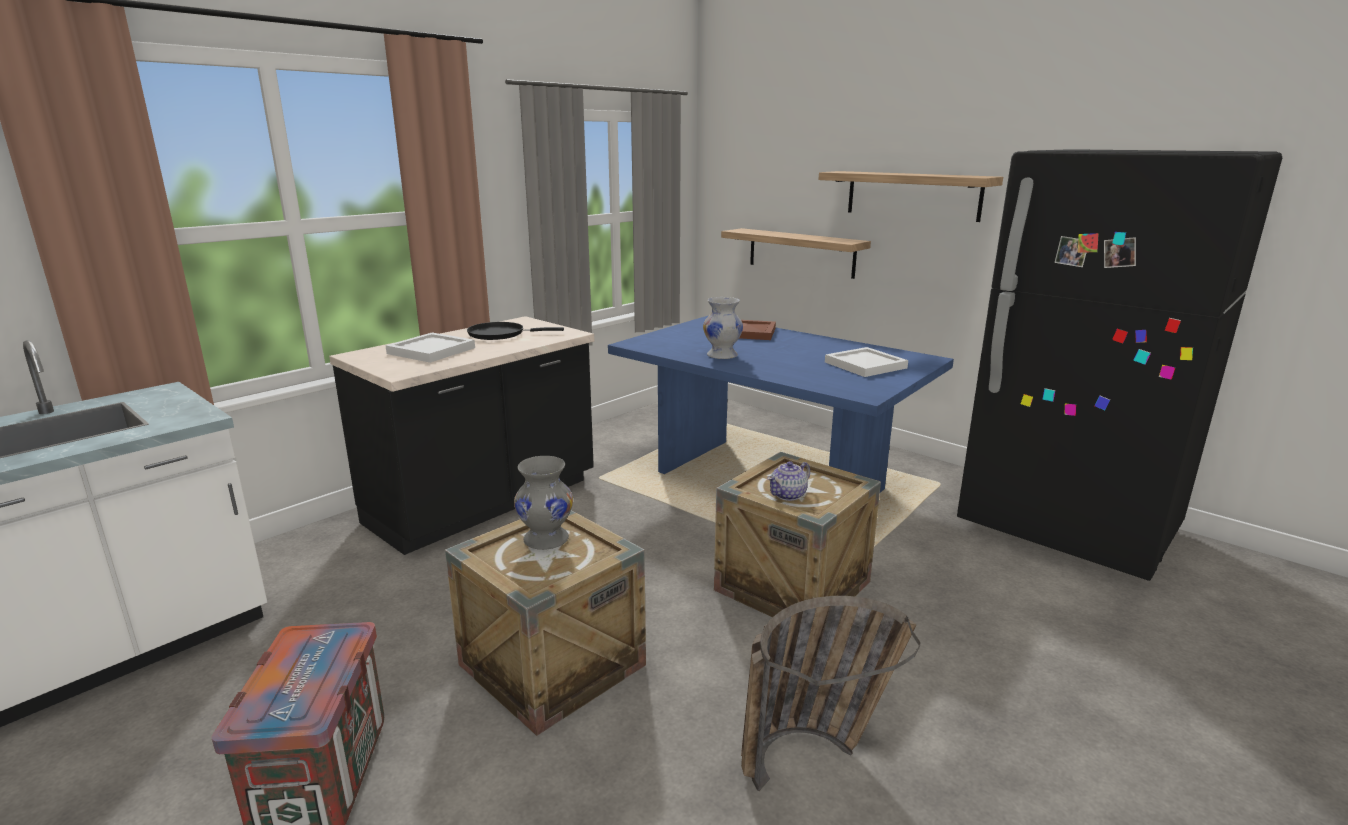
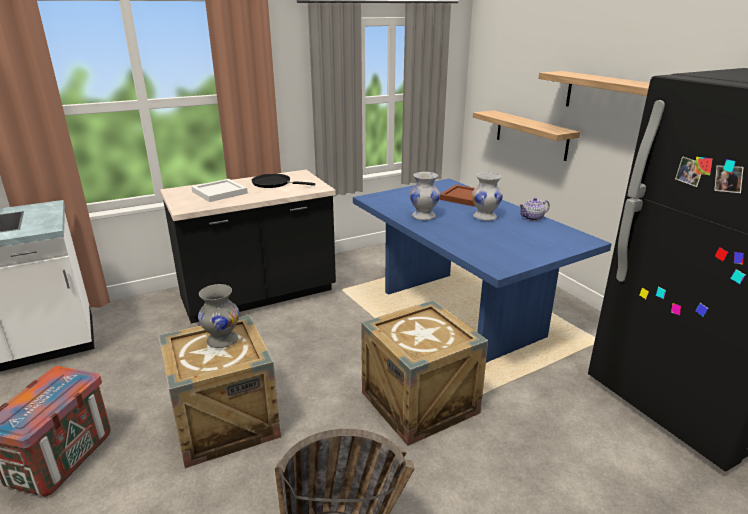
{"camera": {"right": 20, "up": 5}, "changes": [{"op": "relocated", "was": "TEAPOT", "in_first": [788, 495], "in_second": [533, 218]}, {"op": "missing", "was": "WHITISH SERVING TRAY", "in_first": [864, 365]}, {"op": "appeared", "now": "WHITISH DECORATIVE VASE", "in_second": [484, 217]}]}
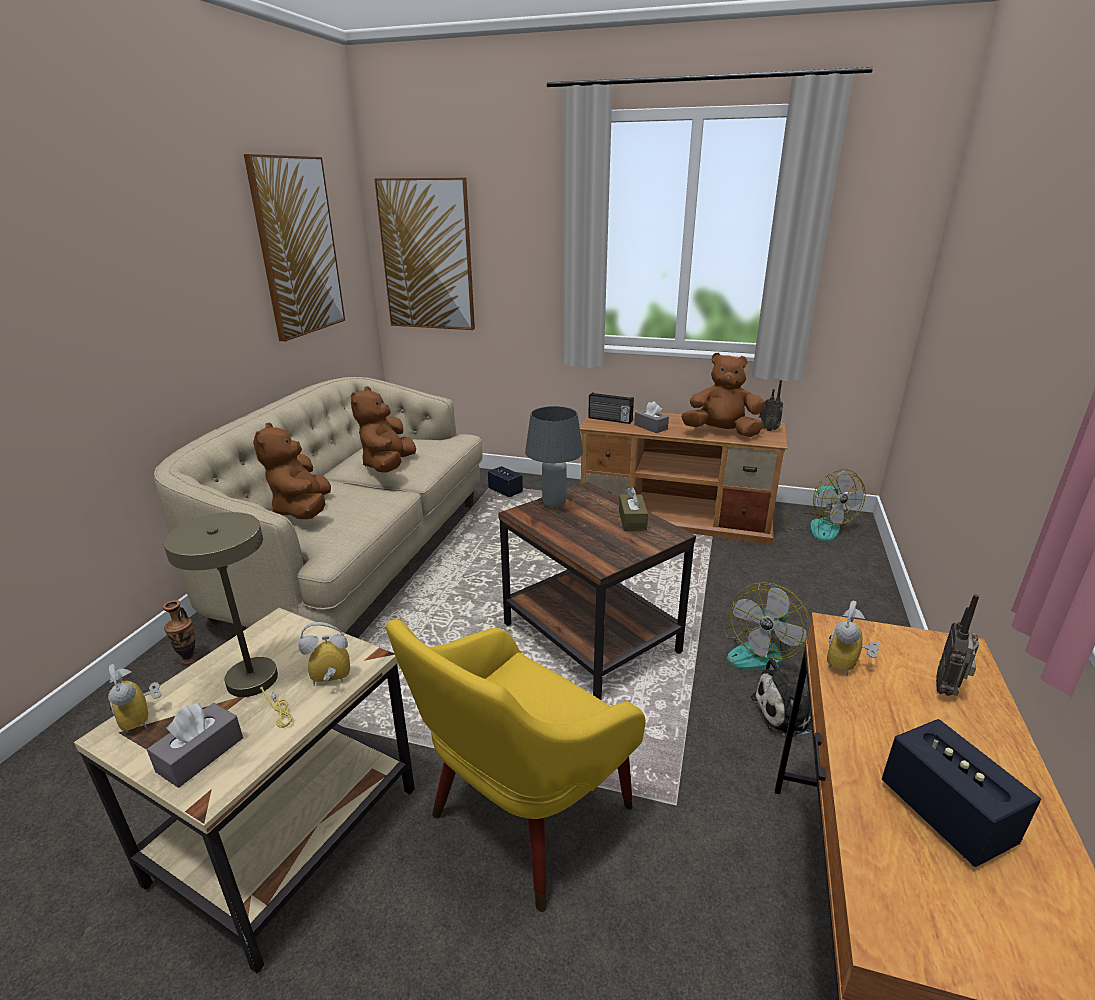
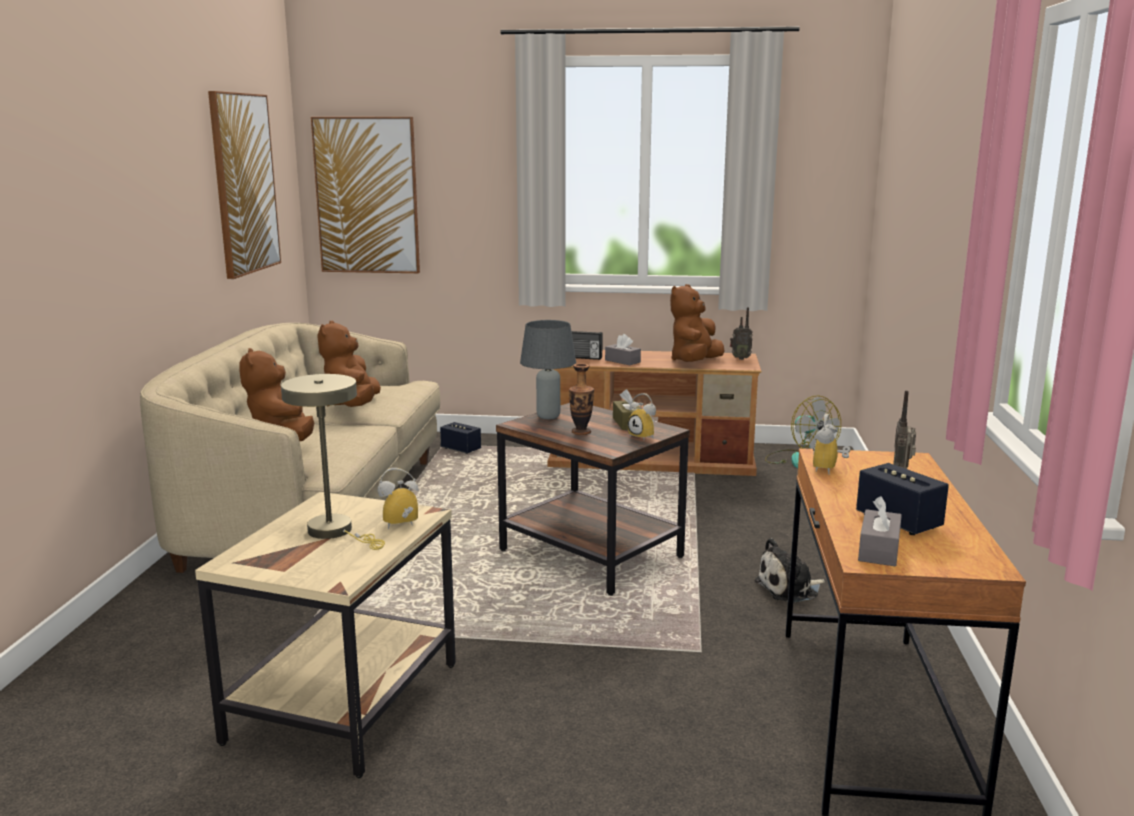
{"camera": {"right": -10, "up": -10}, "changes": [{"op": "relocated", "was": "ALARM CLOCK", "in_first": [143, 719], "in_second": [644, 437]}, {"op": "relocated", "was": "GREYISH TISSUE HOLDER", "in_first": [200, 754], "in_second": [878, 550]}, {"op": "relocated", "was": "DECORATIVE VASE", "in_first": [189, 659], "in_second": [581, 432]}, {"op": "missing", "was": "YELLOW-COLOURED EASY CHAIR", "in_first": [522, 820]}, {"op": "spun", "was": "BROWN-COLOURED SOFT TOY", "in_first": [721, 432], "in_second": [694, 362], "clockwise": -60}, {"op": "missing", "was": "ELECTRIC FAN", "in_first": [759, 651]}]}
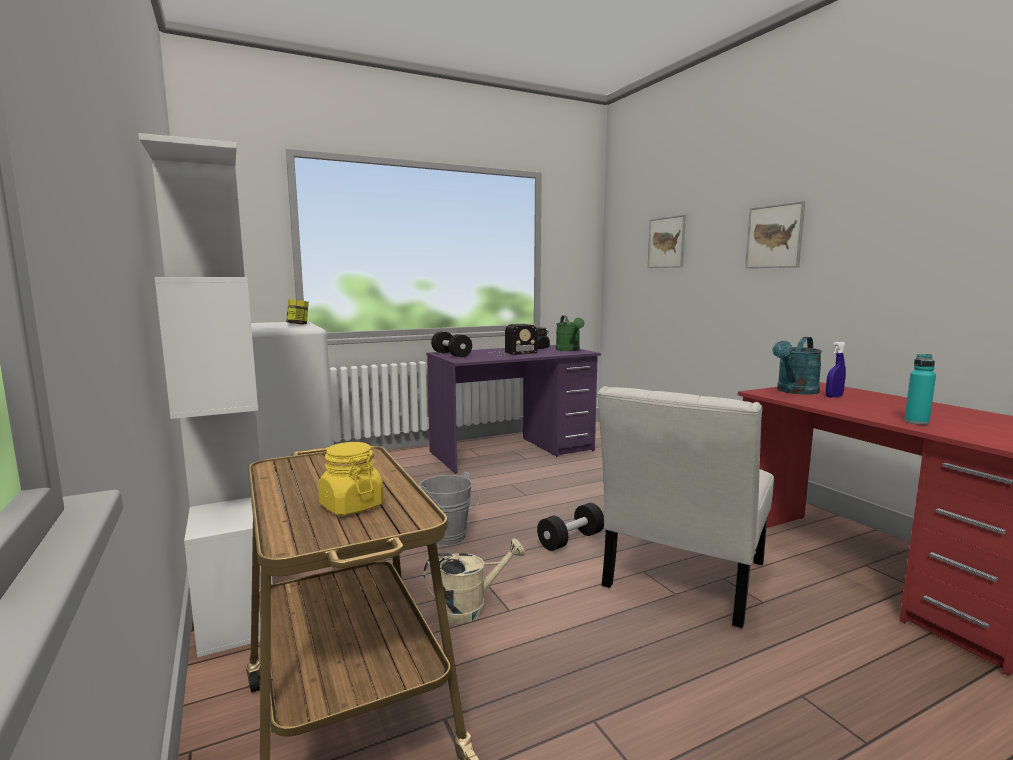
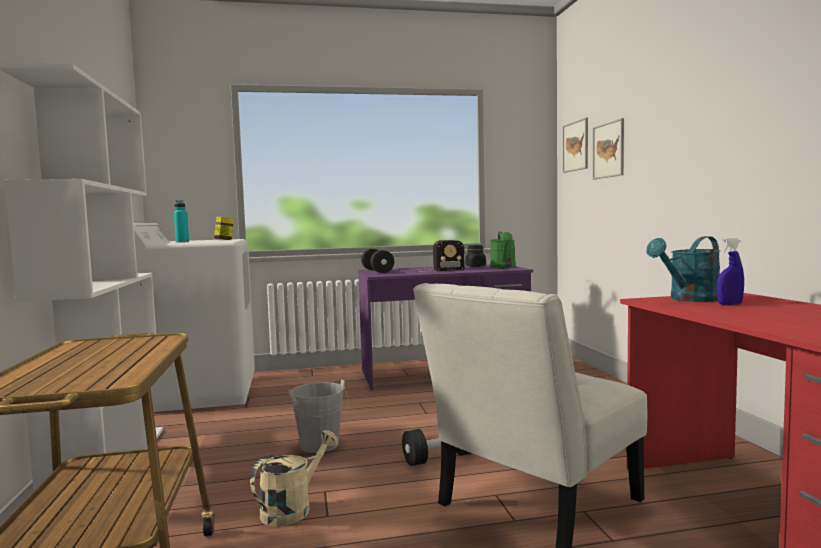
{"camera": {"right": 15, "up": -5}, "changes": [{"op": "missing", "was": "YELLOW-COLOURED JAR", "in_first": [351, 506]}, {"op": "spun", "was": "SAND-COLOURED WATERING CAN", "in_first": [470, 607], "in_second": [293, 508], "clockwise": -45}, {"op": "relocated", "was": "WALL ART", "in_first": [774, 236], "in_second": [575, 146]}, {"op": "relocated", "was": "TURQUOISE BOTTLE", "in_first": [916, 422], "in_second": [182, 242]}]}
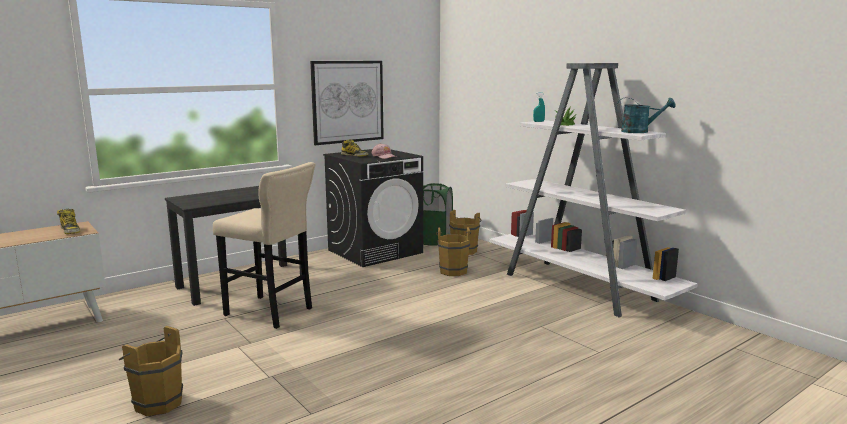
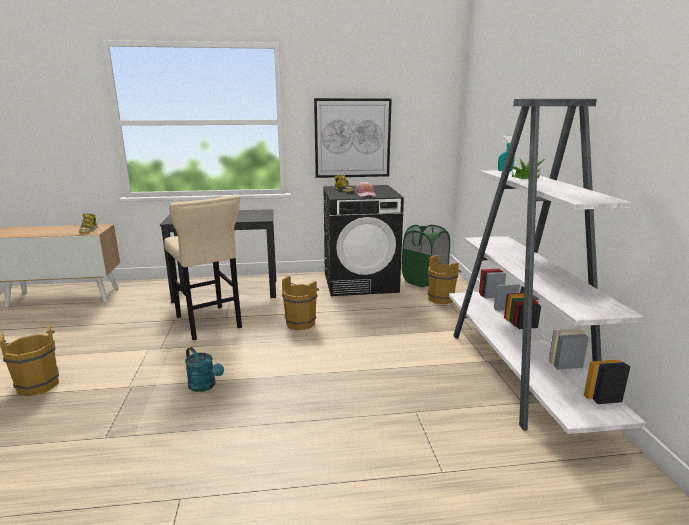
{"camera": {"right": 30, "up": 5}, "changes": [{"op": "relocated", "was": "BROWN-COLOURED PAIL", "in_first": [453, 270], "in_second": [302, 322]}, {"op": "relocated", "was": "TURQUOISE WATERING CAN", "in_first": [640, 132], "in_second": [205, 386]}]}
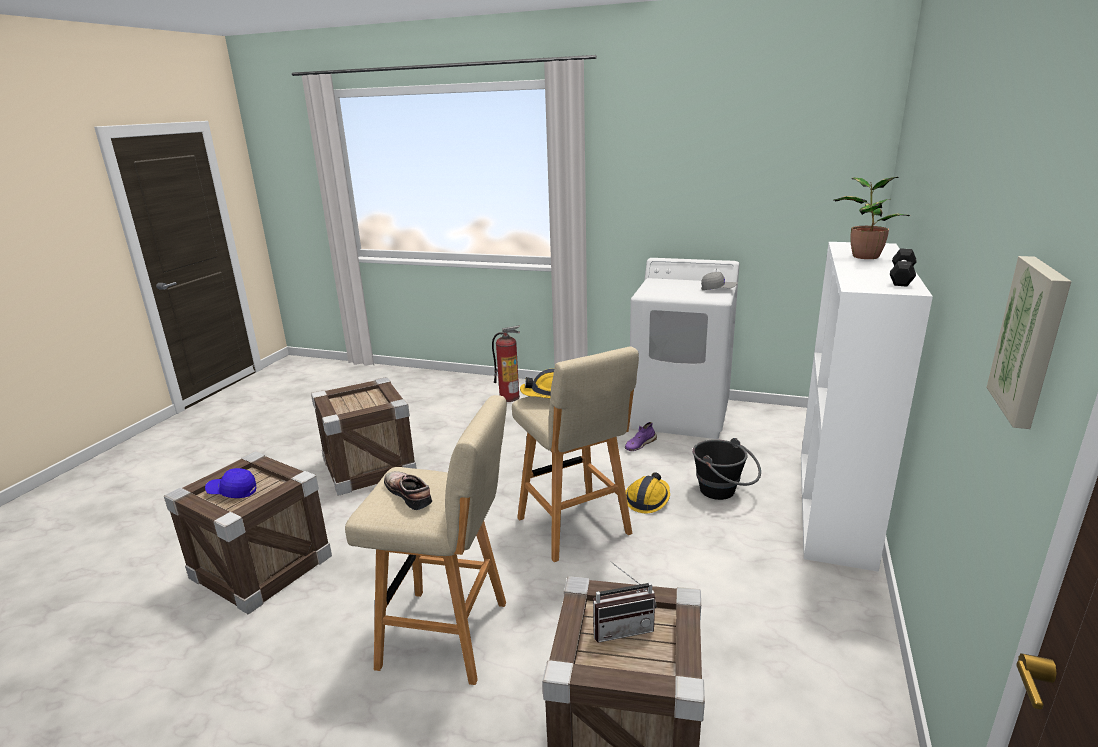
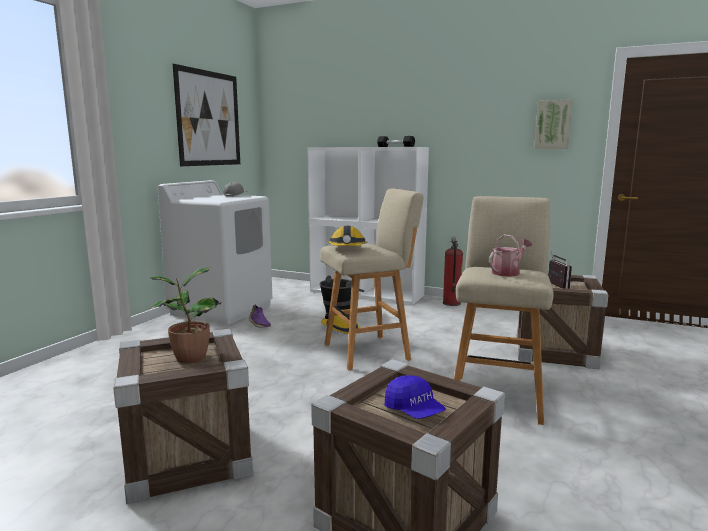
{"camera": {"right": -85, "up": -10}, "changes": [{"op": "spun", "was": "BLUE-COLOURED BASEBALL CAP", "in_first": [232, 492], "in_second": [414, 411], "clockwise": -45}, {"op": "exchanged", "was": "ITEM OF FOOTWEAR", "now": "WATERING CAN", "in_first": [410, 494], "in_second": [508, 272]}, {"op": "relocated", "was": "FIRE-FIGHTING CYLINDER", "in_first": [509, 397], "in_second": [451, 303]}, {"op": "relocated", "was": "POTTED PLANT", "in_first": [863, 256], "in_second": [188, 358]}, {"op": "appeared", "now": "WALL ART", "in_second": [209, 118]}]}
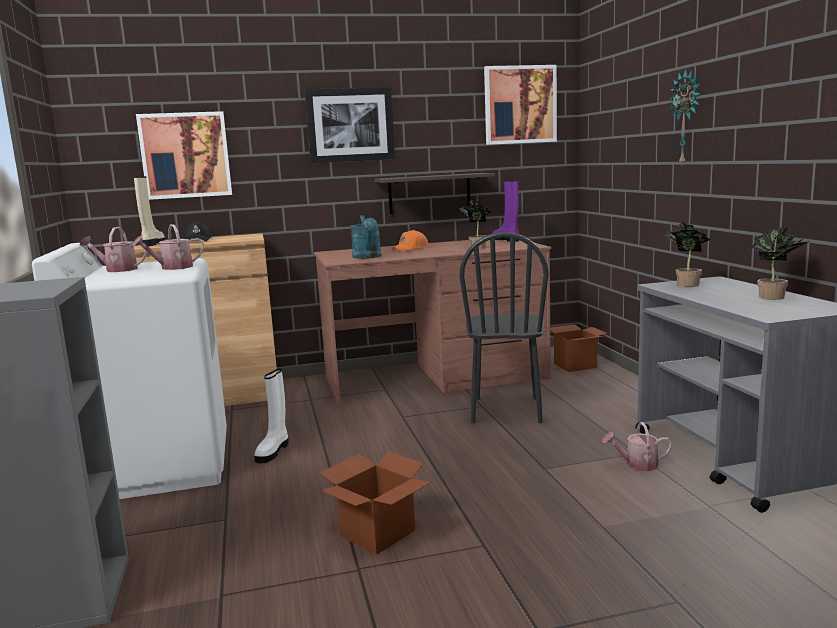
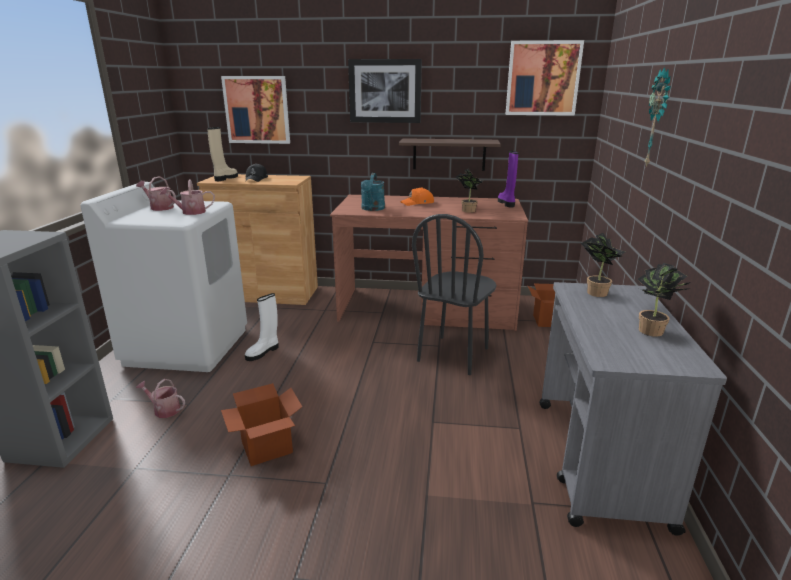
{"camera": {"right": 20, "up": 10}, "changes": [{"op": "relocated", "was": "WATERING CAN", "in_first": [637, 464], "in_second": [164, 410]}]}
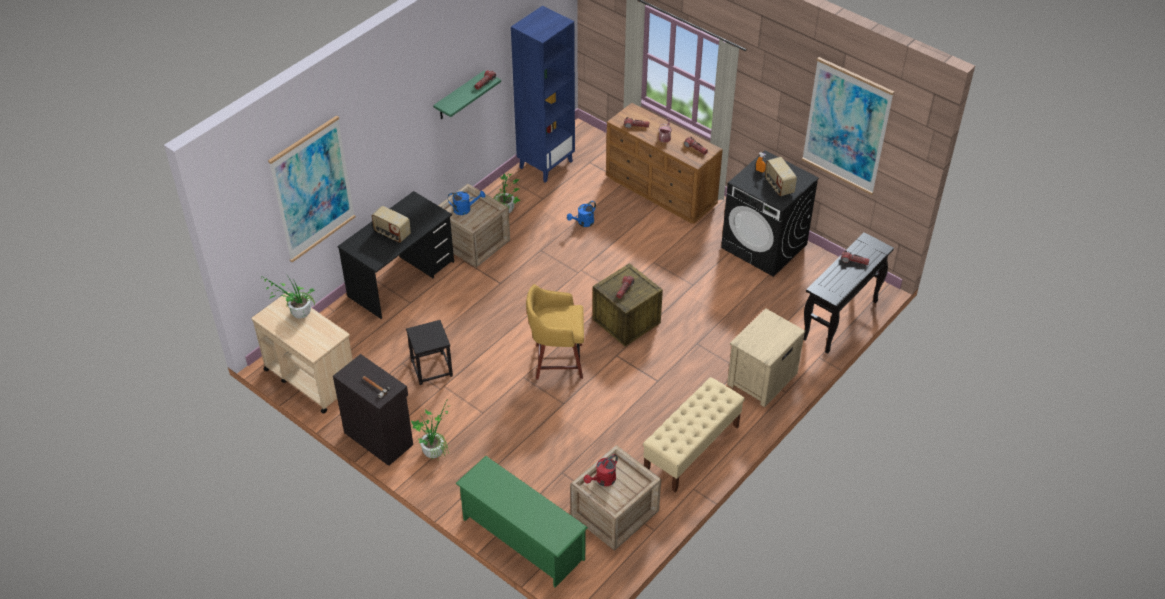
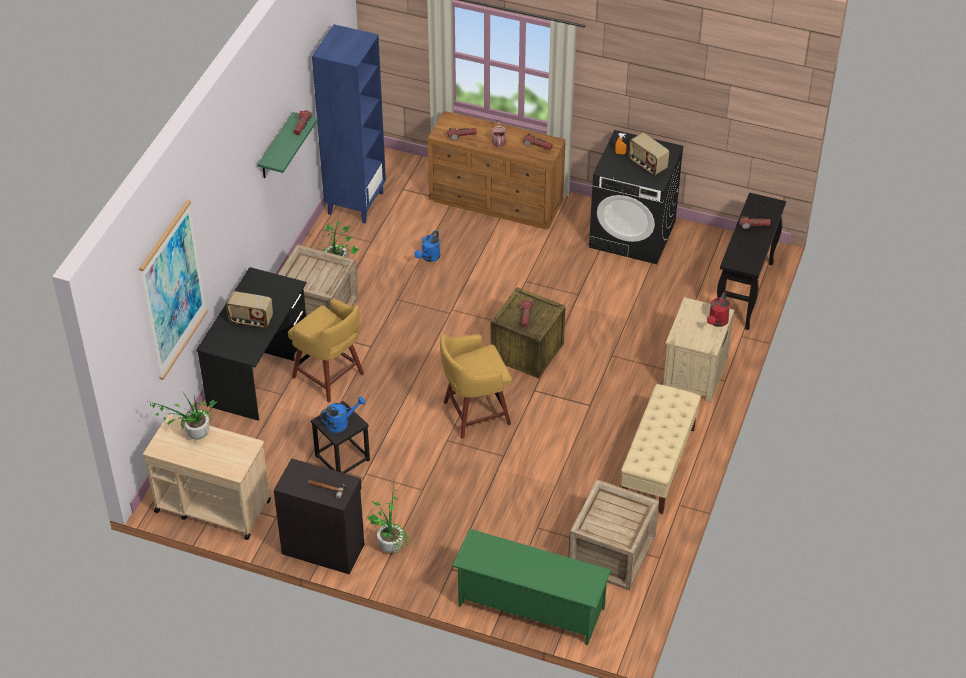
{"camera": {"right": -20, "up": 0}, "changes": [{"op": "relocated", "was": "BLUE-COLOURED WATERING CAN", "in_first": [465, 209], "in_second": [341, 423]}, {"op": "relocated", "was": "REDDISH WATERING CAN", "in_first": [603, 480], "in_second": [717, 322]}, {"op": "missing", "was": "WALL ART", "in_first": [846, 126]}, {"op": "appeared", "now": "YELLOW-COLOURED STOOL", "in_second": [329, 377]}]}
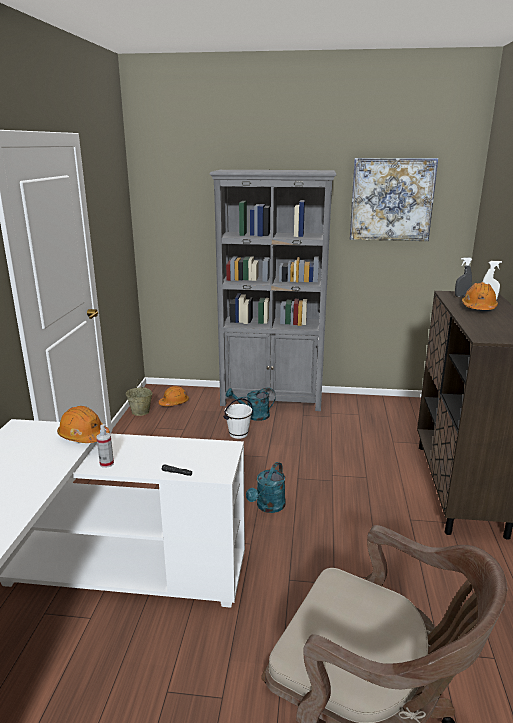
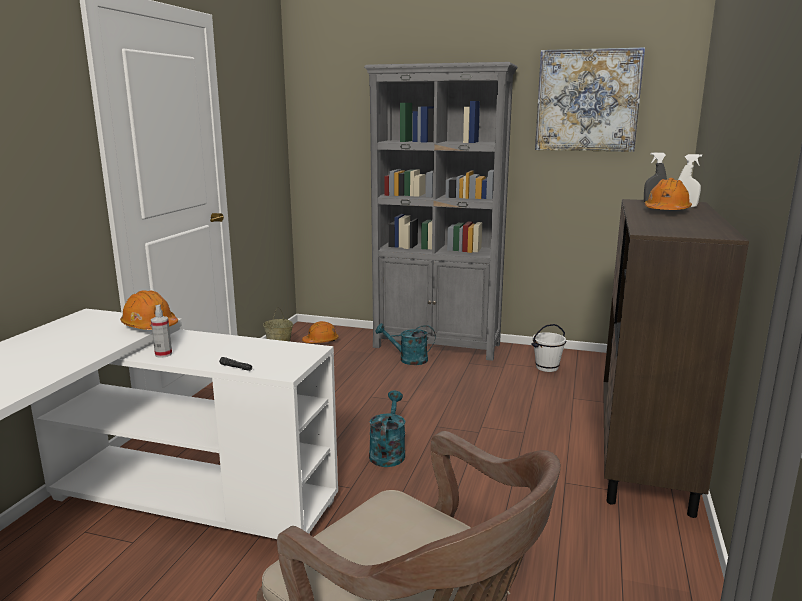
{"camera": {"right": 10, "up": -5}, "changes": [{"op": "relocated", "was": "WHITISH PAIL", "in_first": [238, 434], "in_second": [546, 367]}, {"op": "spun", "was": "TURQUOISE WATERING CAN", "in_first": [268, 507], "in_second": [388, 452], "clockwise": 150}]}
